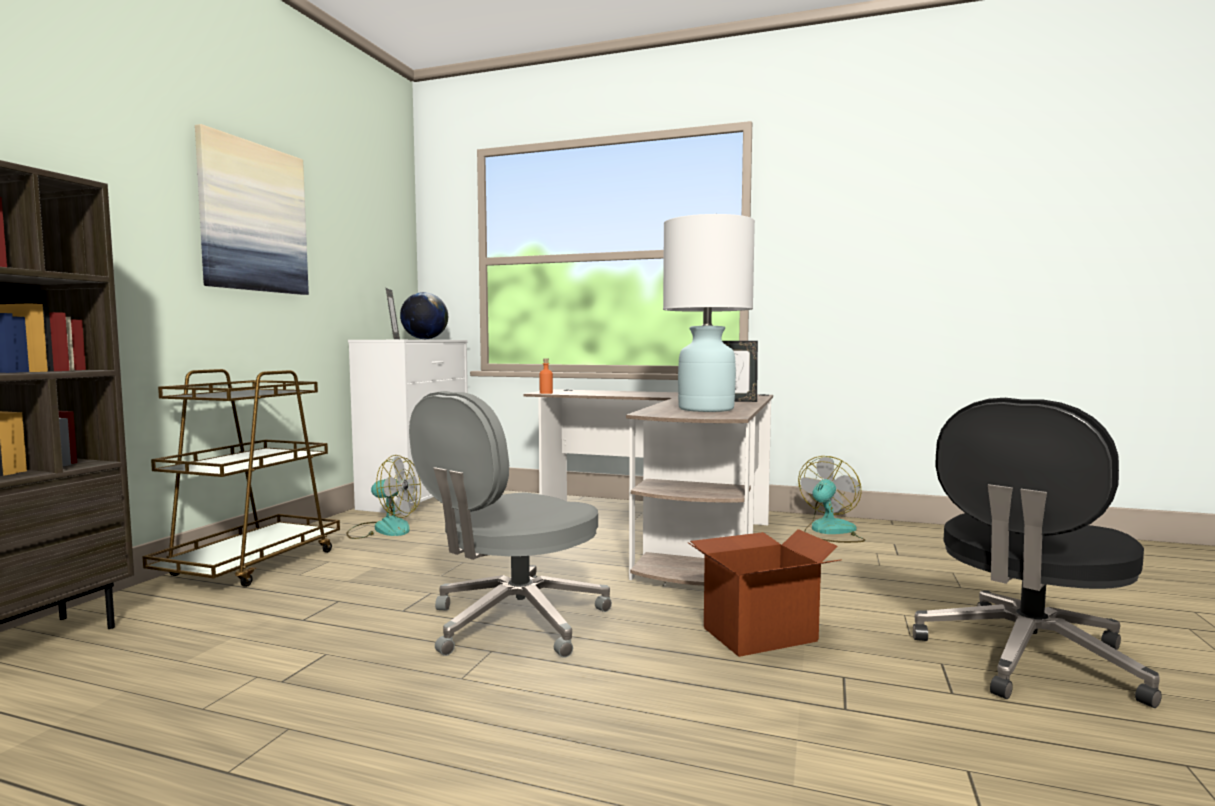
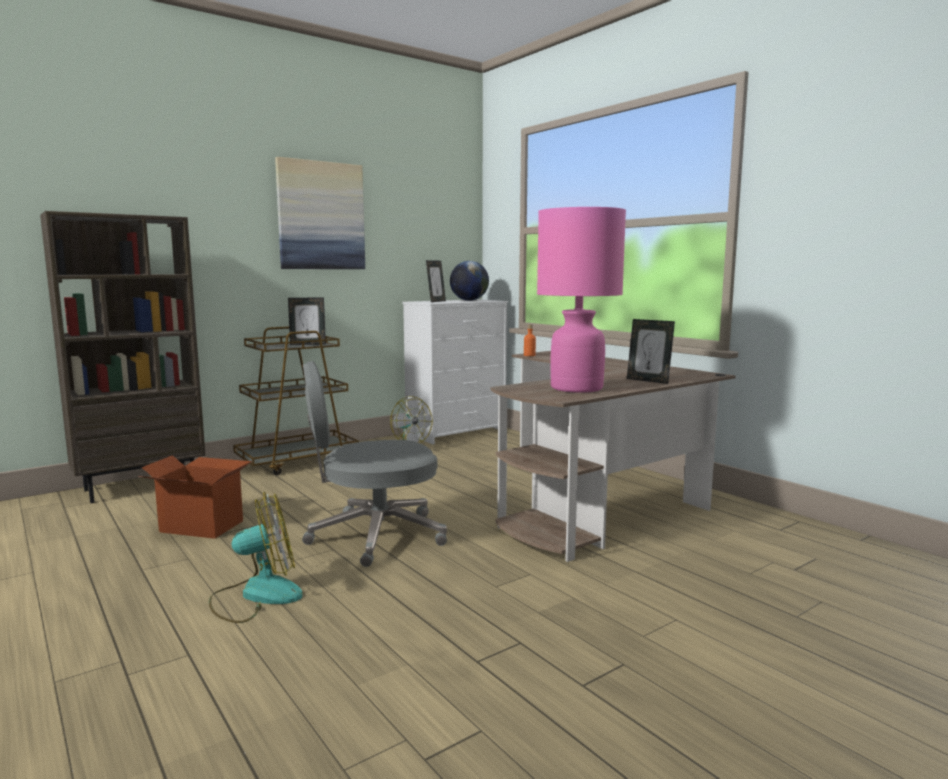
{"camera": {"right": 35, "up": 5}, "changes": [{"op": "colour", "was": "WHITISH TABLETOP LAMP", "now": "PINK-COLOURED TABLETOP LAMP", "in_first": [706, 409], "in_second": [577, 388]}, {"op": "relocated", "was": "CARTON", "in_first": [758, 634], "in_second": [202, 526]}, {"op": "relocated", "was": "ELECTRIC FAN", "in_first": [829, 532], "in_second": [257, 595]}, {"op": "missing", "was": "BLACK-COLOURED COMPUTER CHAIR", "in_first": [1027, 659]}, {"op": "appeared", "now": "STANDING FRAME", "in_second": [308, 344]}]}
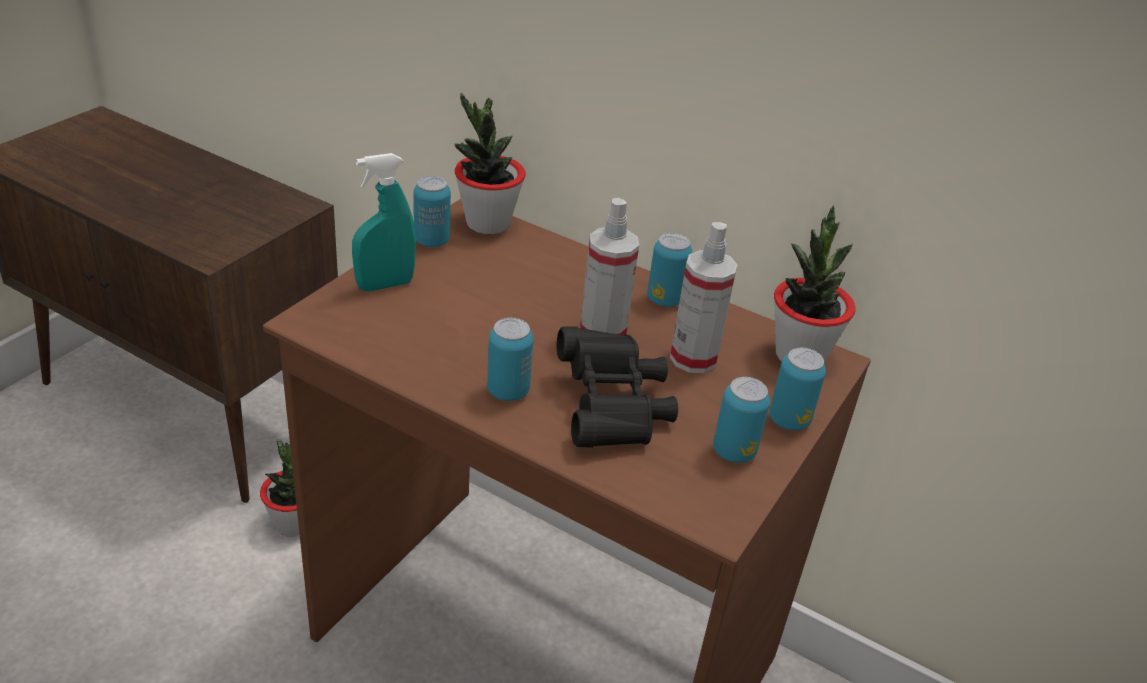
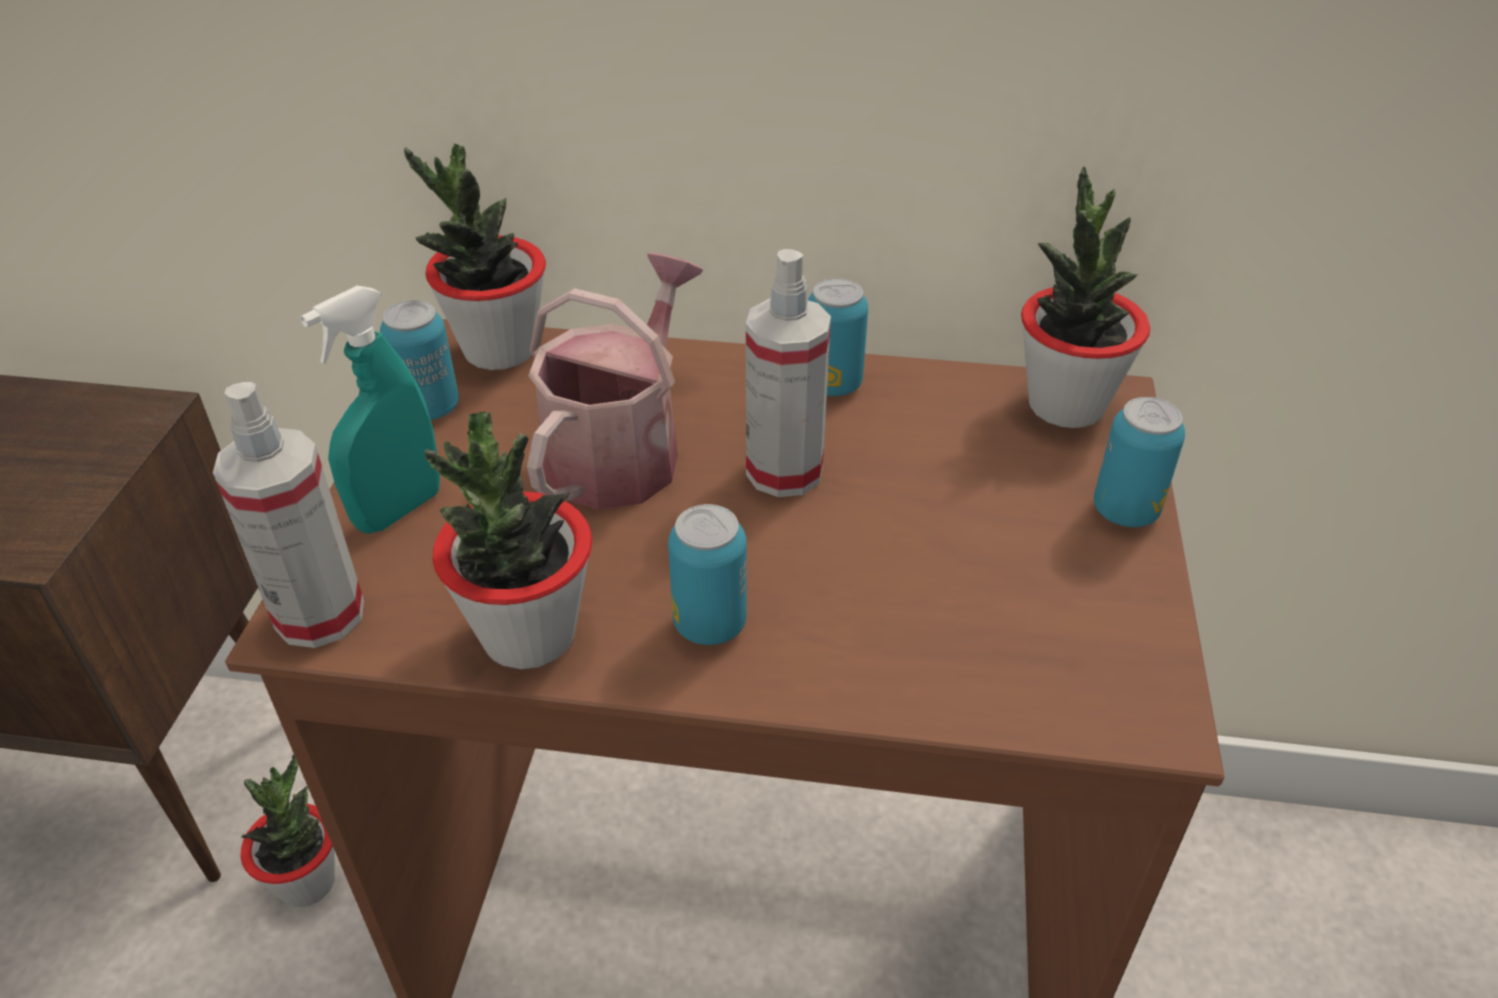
{"camera": {"right": -20, "up": 5}, "changes": [{"op": "missing", "was": "BLACK-COLOURED FIELD GLASSES", "in_first": [612, 409]}, {"op": "relocated", "was": "HAND SPRAYER", "in_first": [693, 358], "in_second": [319, 614]}, {"op": "missing", "was": "CAN", "in_first": [734, 451]}, {"op": "appeared", "now": "POTTED PLANT", "in_second": [528, 636]}, {"op": "appeared", "now": "WATERING CAN", "in_second": [621, 450]}]}
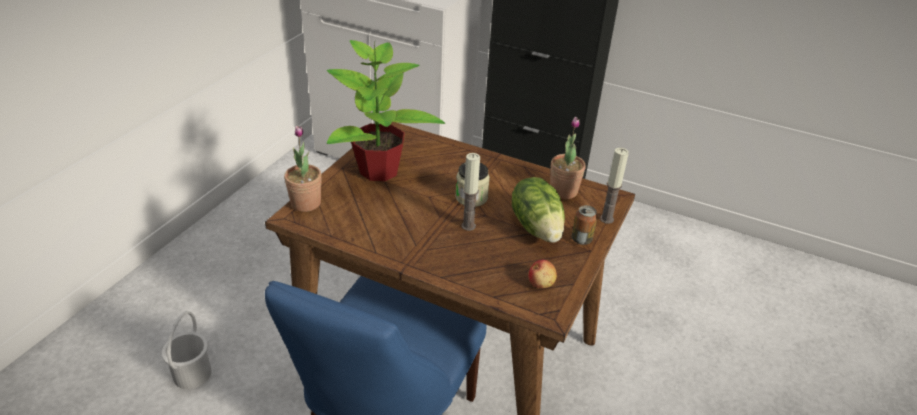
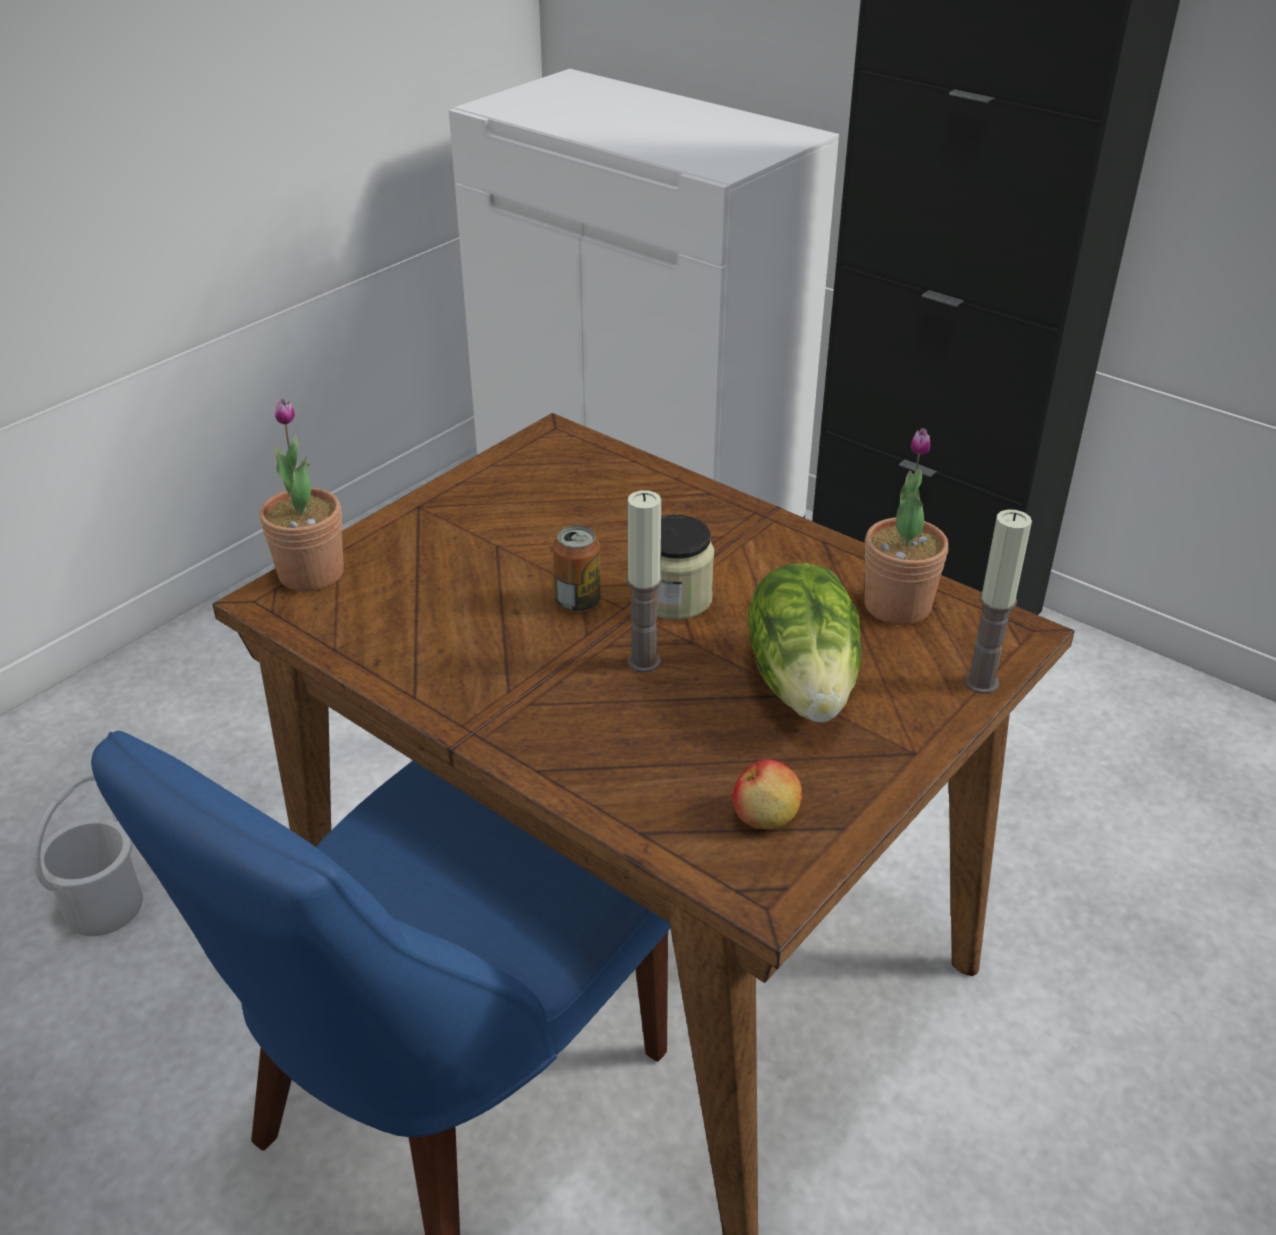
{"camera": {"right": 15, "up": 0}, "changes": [{"op": "missing", "was": "POTTED PLANT", "in_first": [379, 171]}, {"op": "relocated", "was": "CAN", "in_first": [581, 239], "in_second": [578, 601]}]}
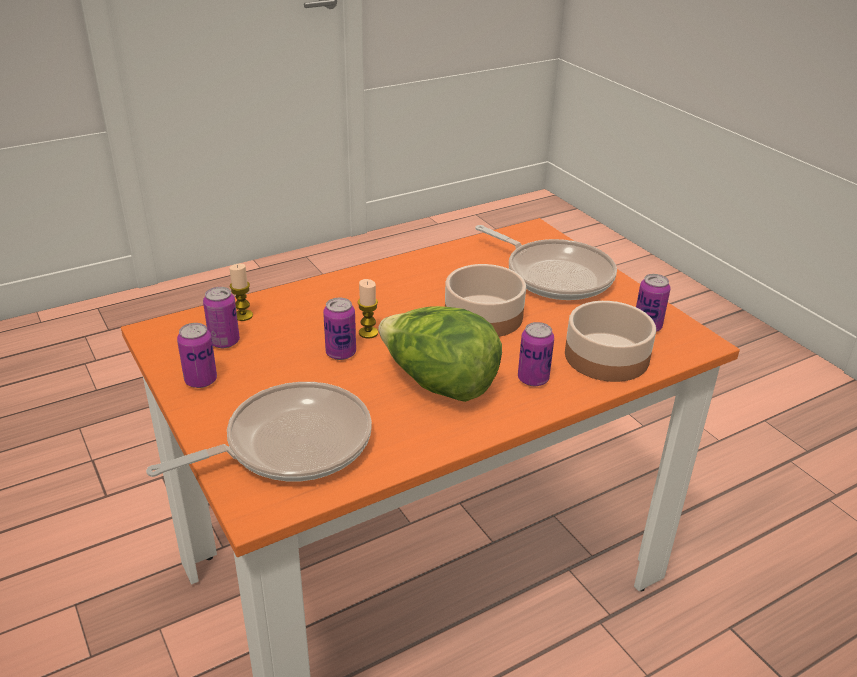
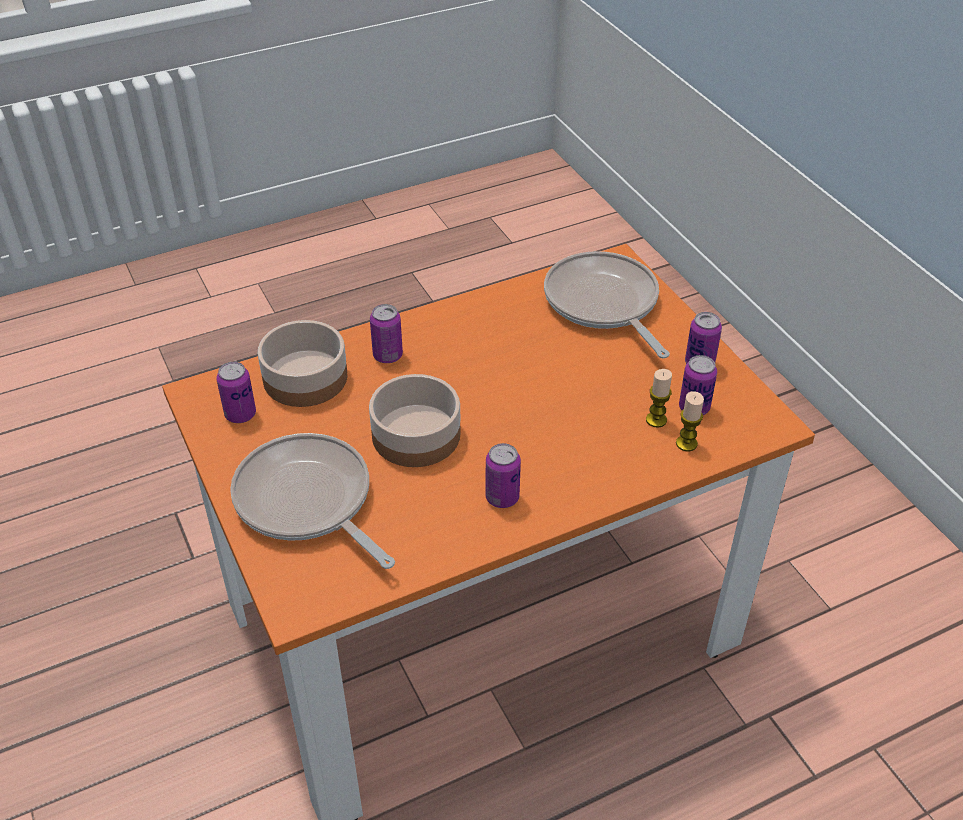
{"camera": {"right": -175, "up": 10}, "changes": [{"op": "spun", "was": "SKILLET", "in_first": [290, 444], "in_second": [604, 304], "clockwise": 90}, {"op": "relocated", "was": "CAN", "in_first": [341, 353], "in_second": [502, 497]}, {"op": "relocated", "was": "WAX CANDLE", "in_first": [368, 333], "in_second": [656, 420]}, {"op": "missing", "was": "HEAD OF LETTUCE", "in_first": [438, 384]}]}
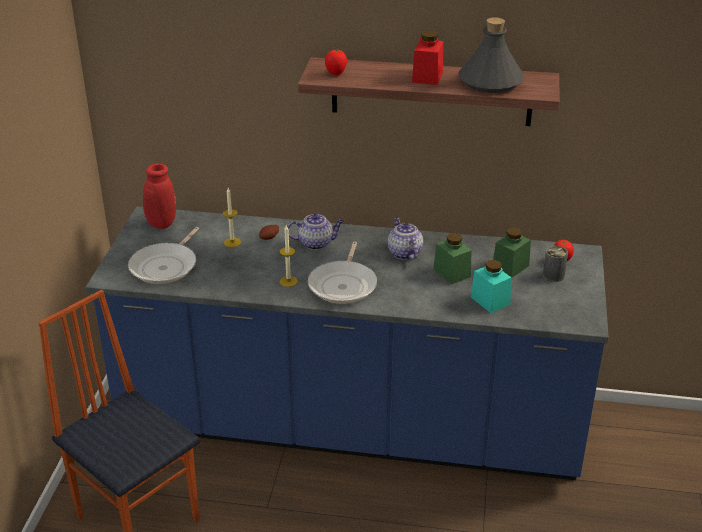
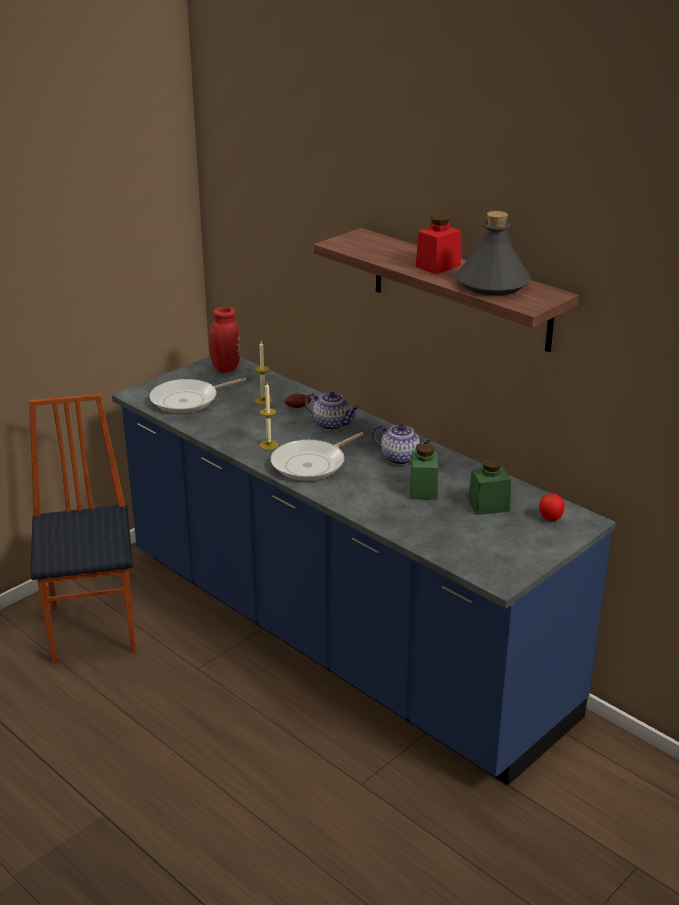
{"camera": {"right": 35, "up": -5}, "changes": [{"op": "missing", "was": "FRESH TOMATO", "in_first": [336, 73]}, {"op": "spun", "was": "TEAPOT", "in_first": [404, 253], "in_second": [401, 458], "clockwise": 105}, {"op": "missing", "was": "TURQUOISE JAR", "in_first": [490, 301]}, {"op": "missing", "was": "CAN", "in_first": [553, 275]}]}
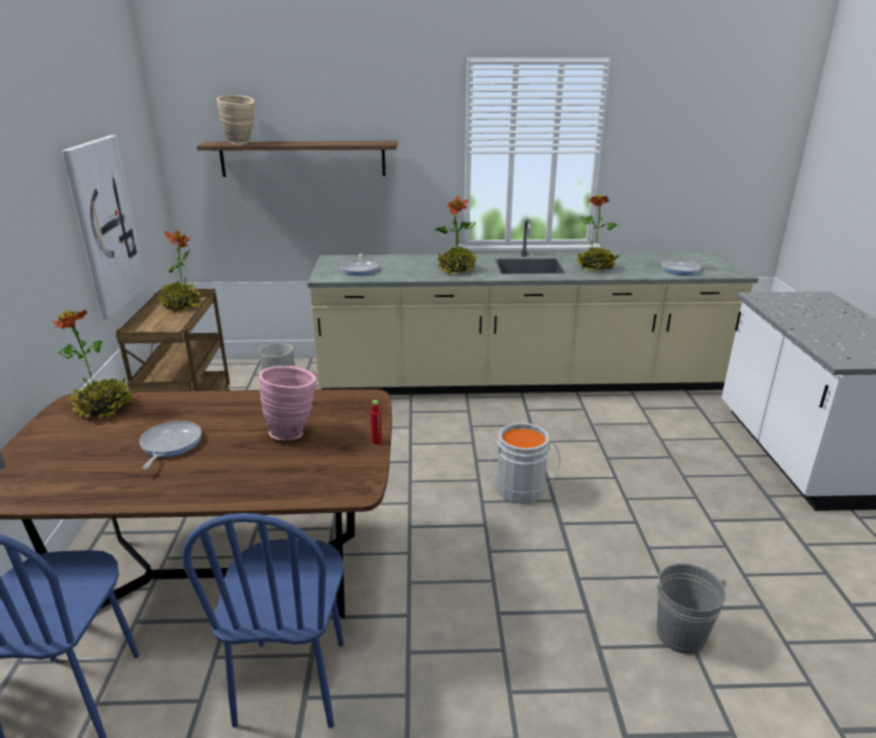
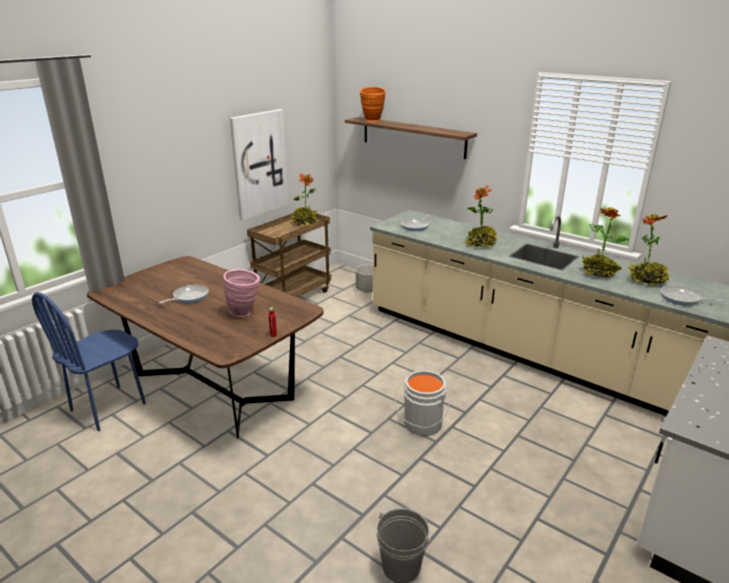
{"camera": {"right": 40, "up": 0}, "changes": [{"op": "relocated", "was": "POTTED PLANT", "in_first": [104, 408], "in_second": [646, 280]}, {"op": "missing", "was": "BLUE-COLOURED UPRIGHT CHAIR", "in_first": [292, 683]}, {"op": "colour", "was": "SAND-COLOURED DECORATIVE VASE", "now": "ORANGE DECORATIVE VASE", "in_first": [241, 143], "in_second": [372, 121]}]}
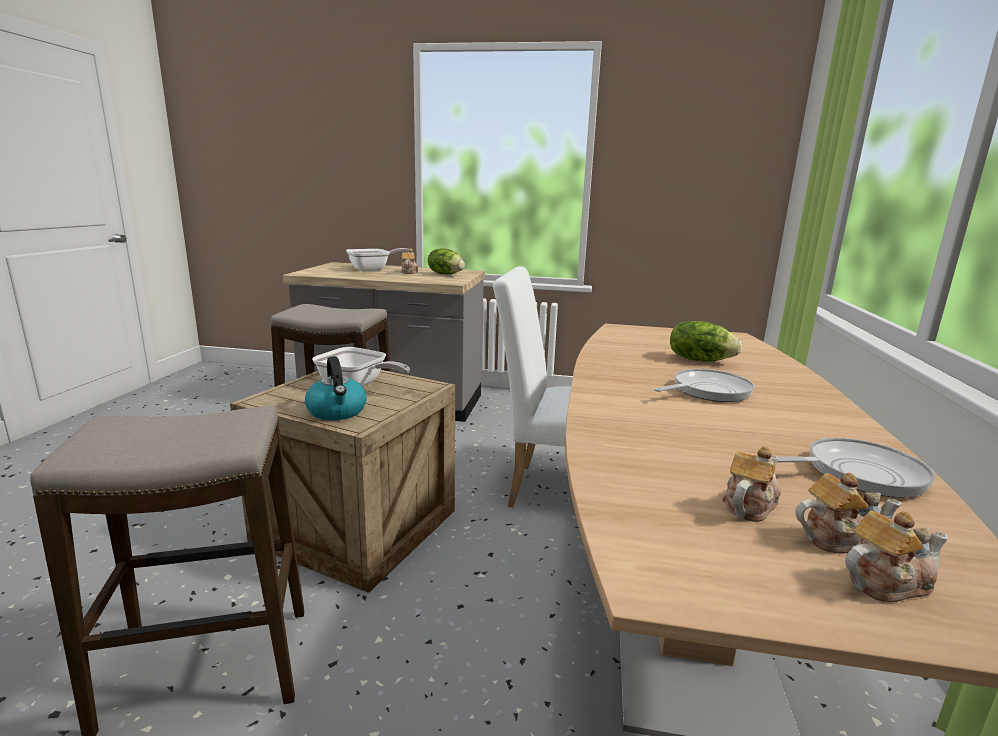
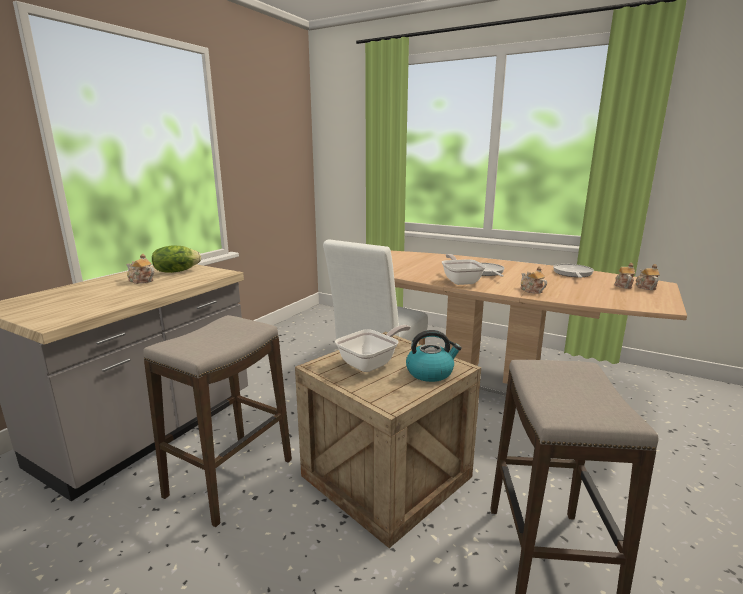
{"camera": {"right": -70, "up": 0}, "changes": [{"op": "relocated", "was": "SKILLET", "in_first": [373, 270], "in_second": [460, 281]}, {"op": "missing", "was": "HEAD OF LETTUCE", "in_first": [699, 360]}, {"op": "relocated", "was": "TEAPOT", "in_first": [748, 505], "in_second": [531, 290]}]}
